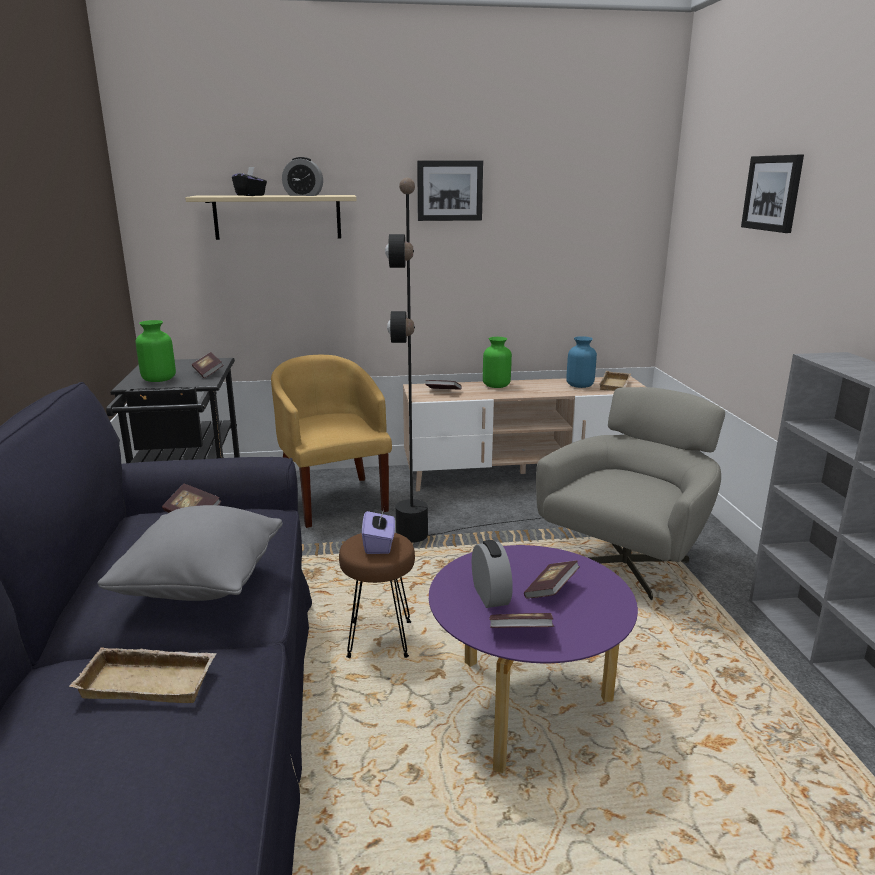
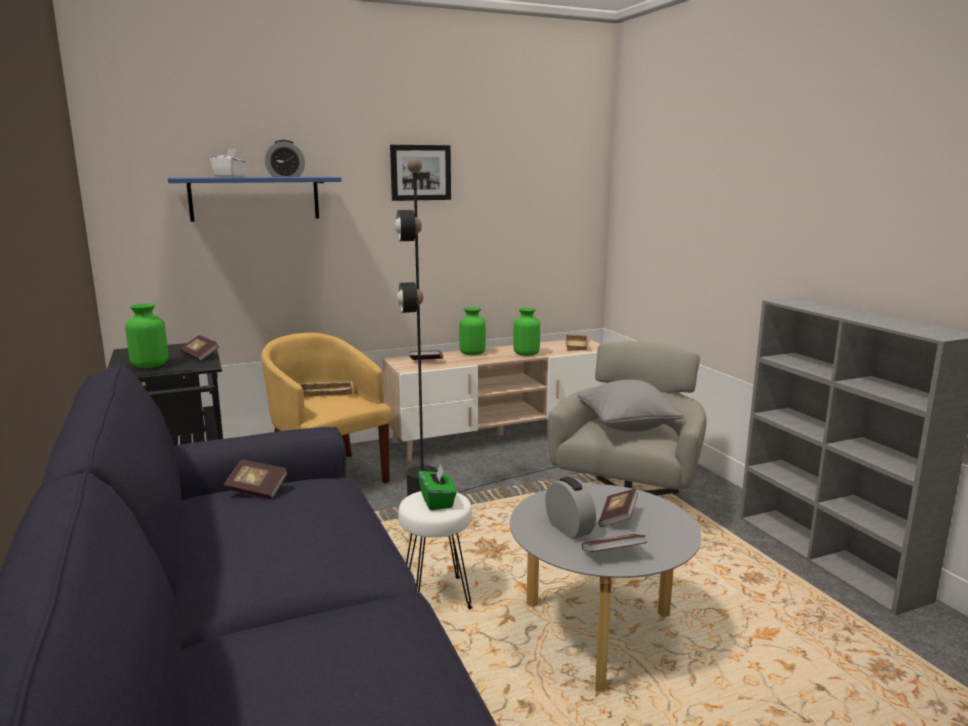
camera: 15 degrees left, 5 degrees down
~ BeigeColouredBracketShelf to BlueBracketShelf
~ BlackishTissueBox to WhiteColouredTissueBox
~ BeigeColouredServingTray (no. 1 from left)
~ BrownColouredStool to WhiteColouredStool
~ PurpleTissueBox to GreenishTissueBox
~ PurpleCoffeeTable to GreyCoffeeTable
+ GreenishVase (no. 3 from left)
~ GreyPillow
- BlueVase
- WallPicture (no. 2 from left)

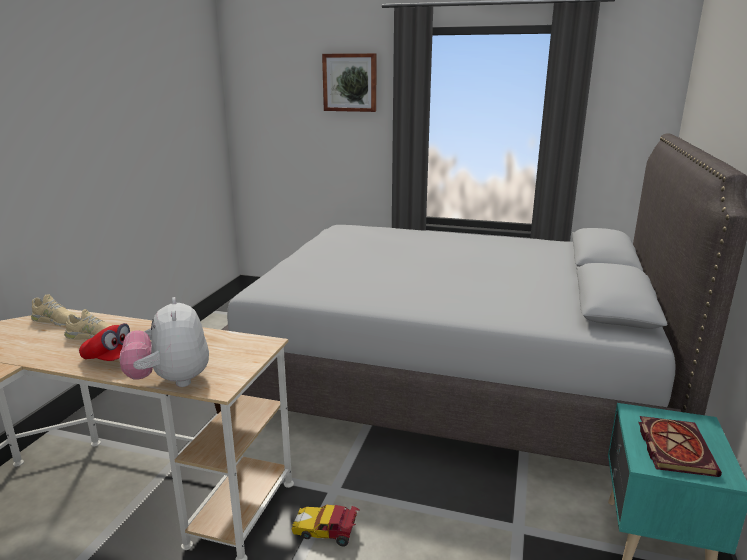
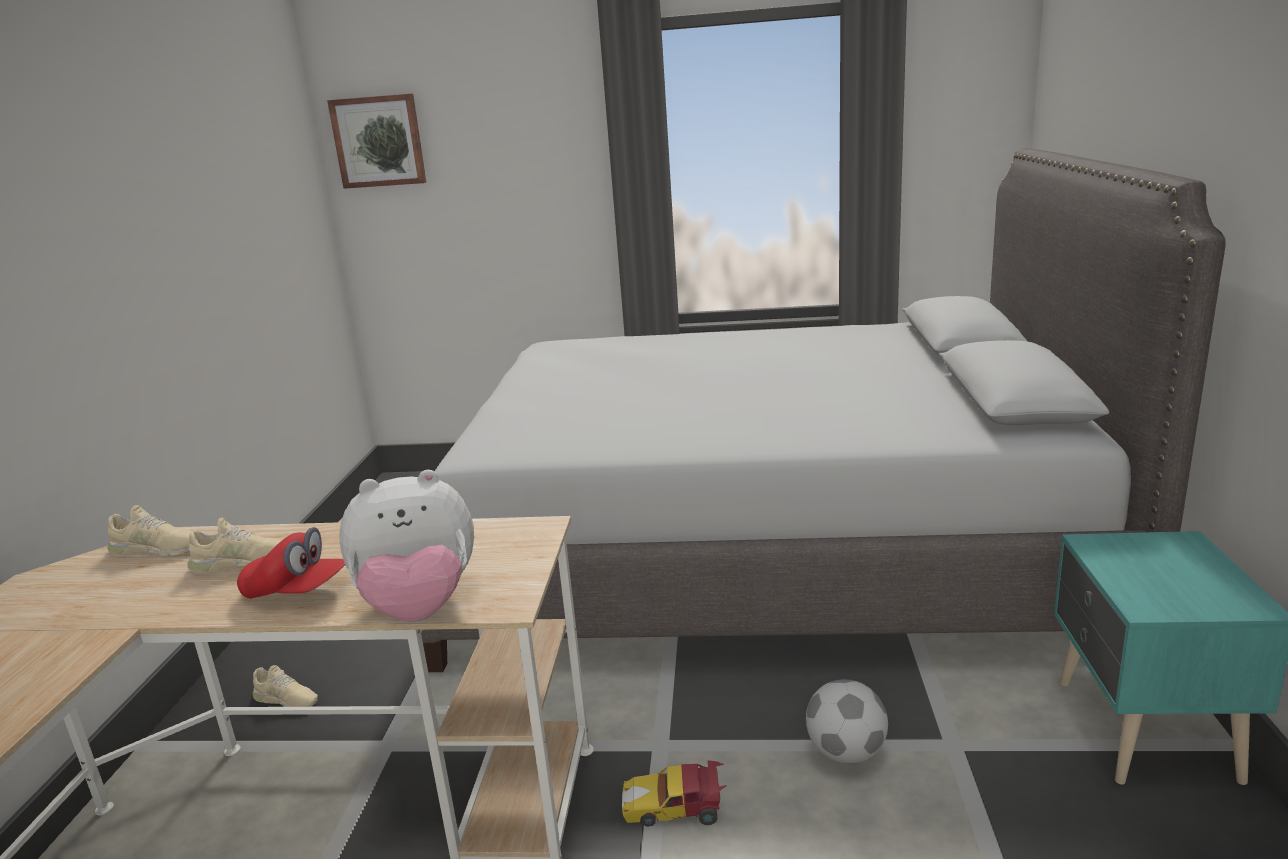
camera: 10 degrees left, 0 degrees up
+ BeigeColouredItemOfFootwear (no. 3 from left)
~ WallPicture
~ PlushToy 75 degrees counterclockwise
+ Football
- BoundBook

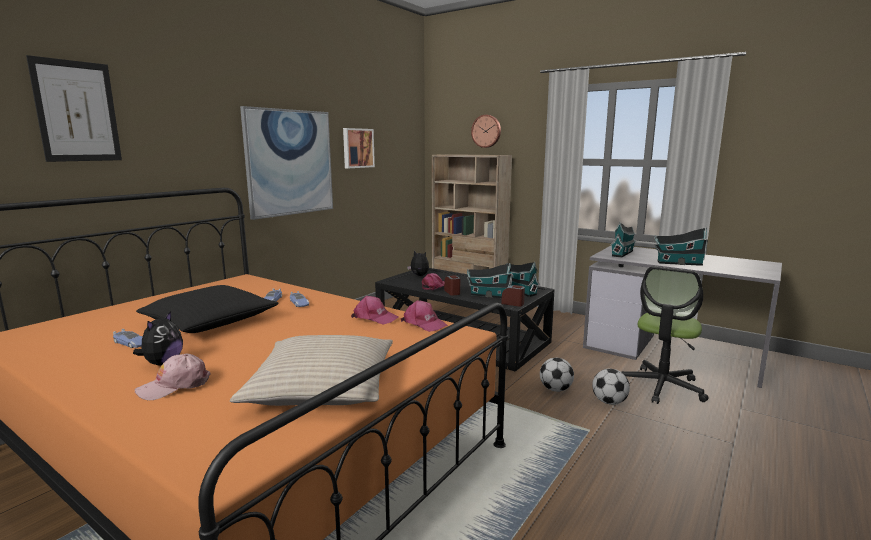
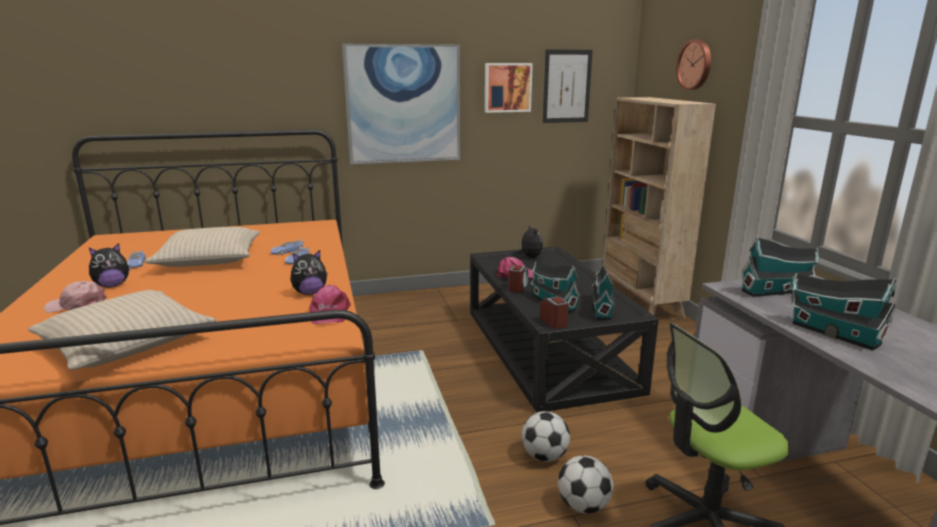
camera: 40 degrees right, 5 degrees up
~ BlackishPillow to BeigeColouredPillow (no. 2 from left)
~ PinkColouredCap (no. 2 from left) to PlushToy (no. 2 from left)
~ WallPicture (no. 1 from left in the first image) to WallPicture (no. 3 from left)

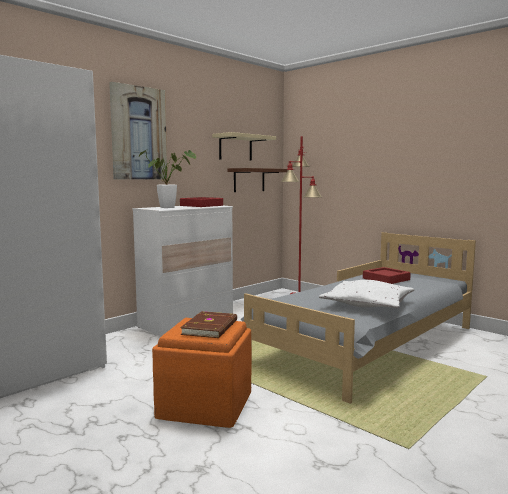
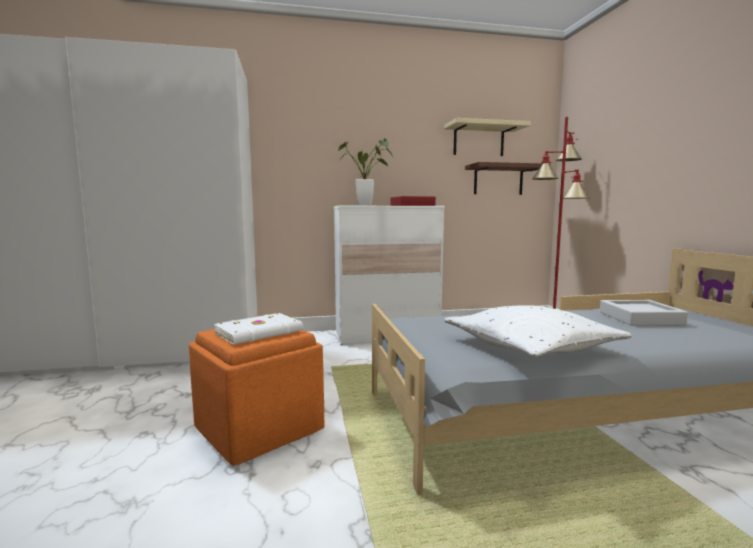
camera: 35 degrees right, 0 degrees up
~ BrownColouredBoundBook to WhiteColouredBoundBook
~ RedColouredServingTray (no. 2 from left) to GreyServingTray
- WallPicture

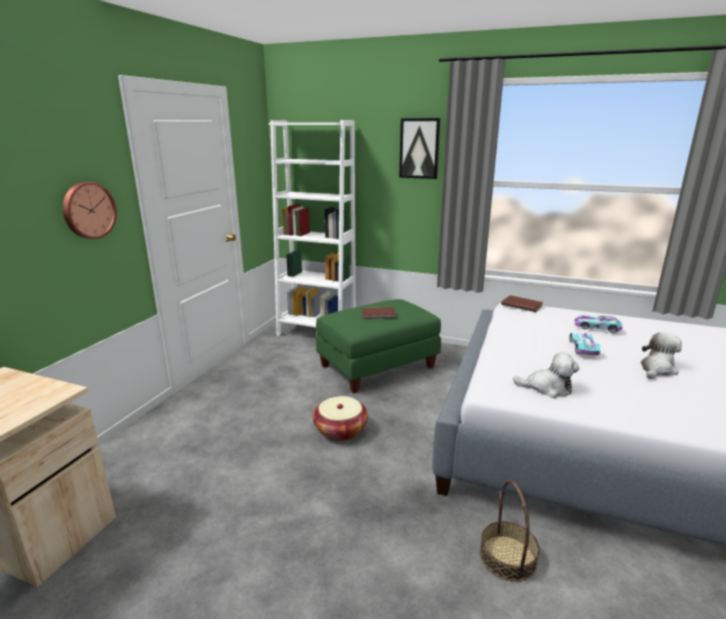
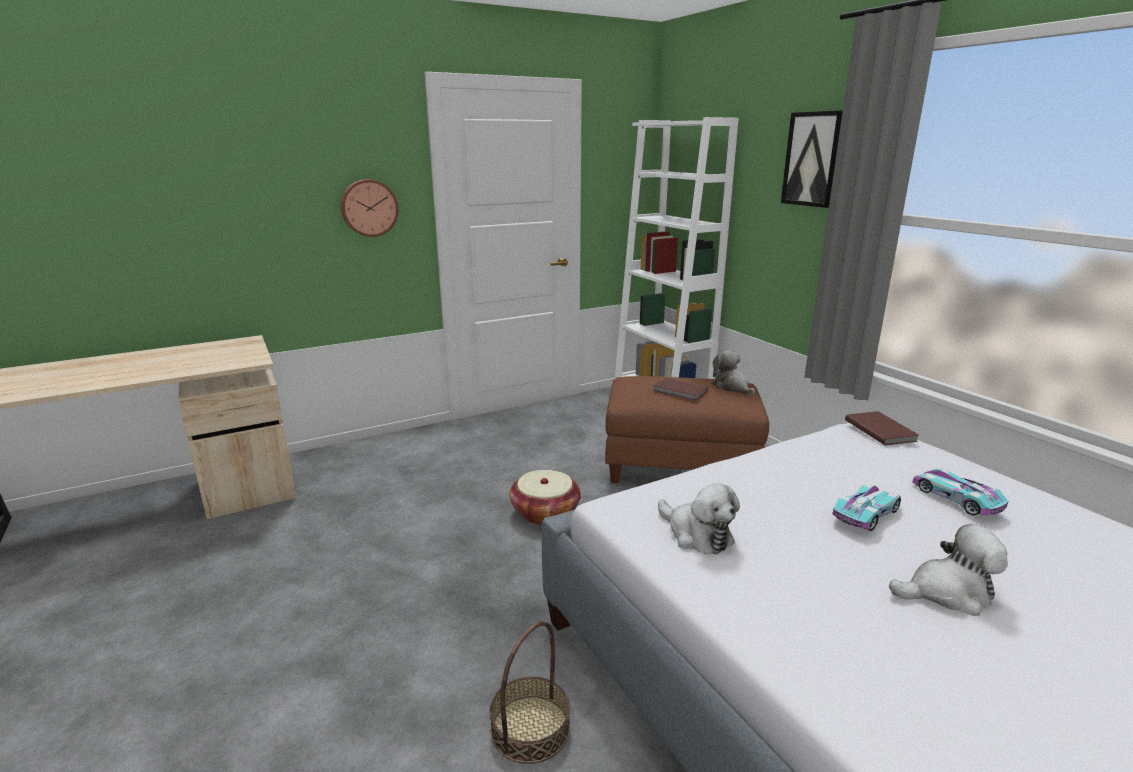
camera: 40 degrees right, 0 degrees up
~ GreenishFootrest to BrownColouredFootrest
+ PlushToy (no. 2 from left)

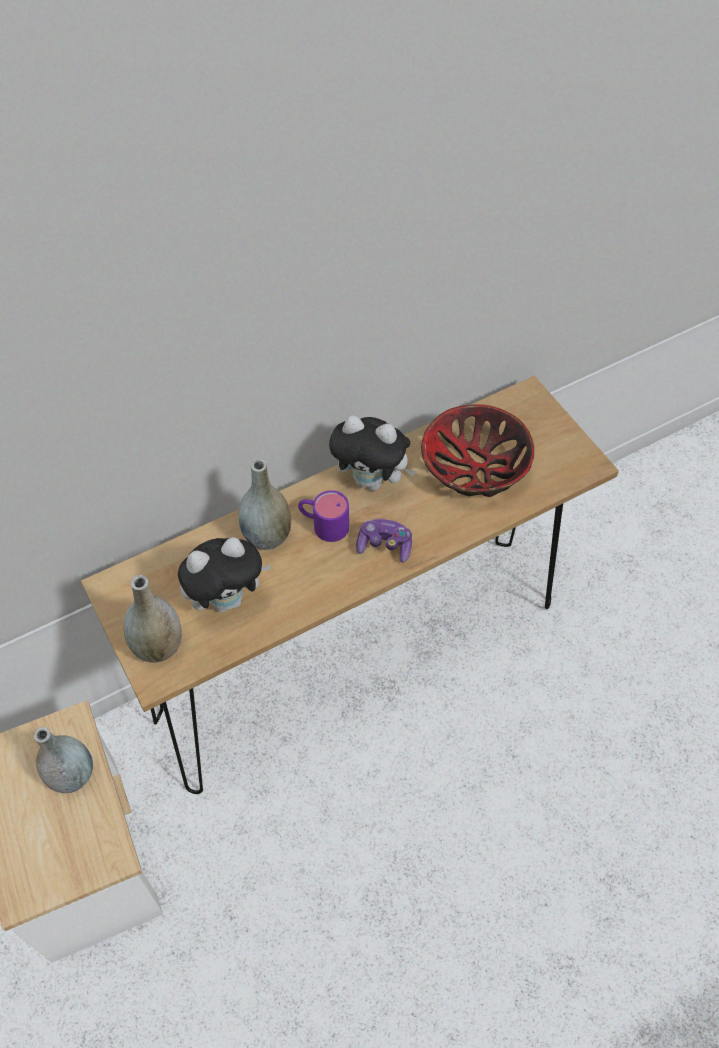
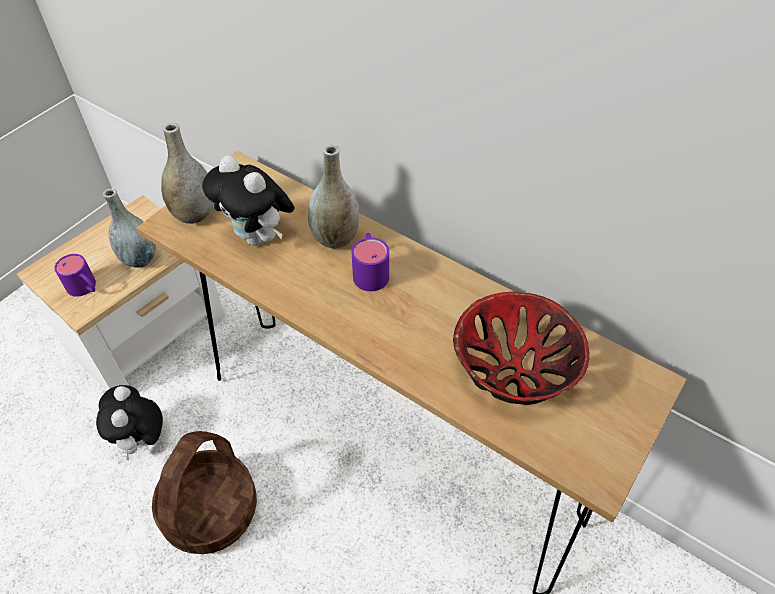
camera: 65 degrees right, 5 degrees down
+ PurpleTeaMug (no. 1 from left)
~ PlushToy (no. 2 from left in the first image) to PlushToy (no. 1 from left)
+ Basket
- Joypad

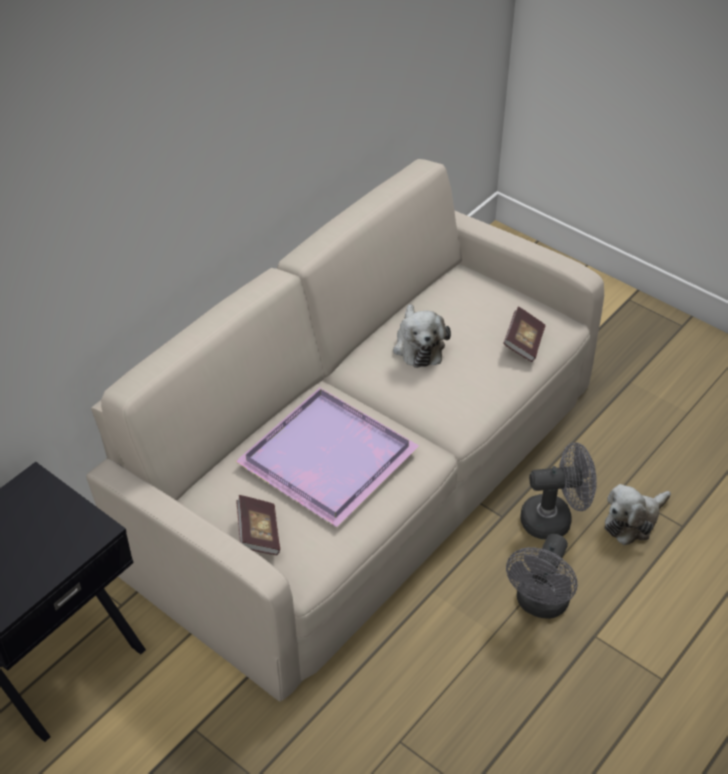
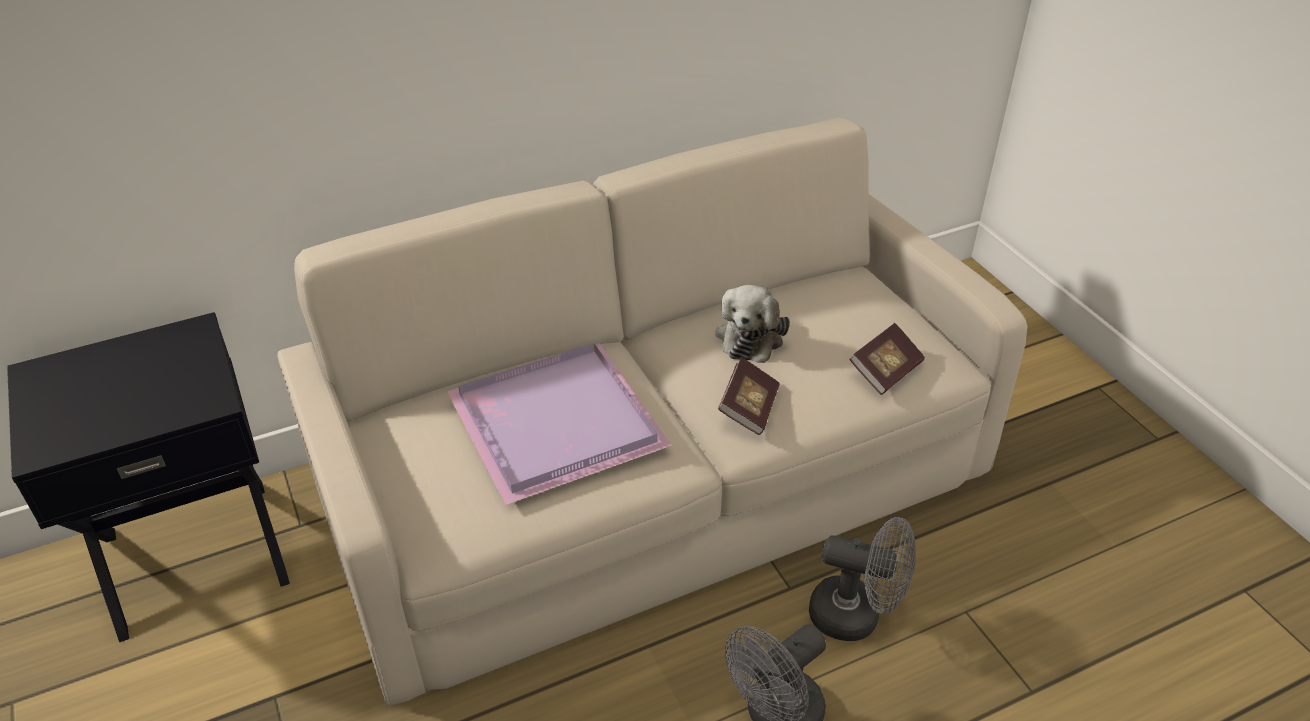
camera: 25 degrees right, 5 degrees down
~ BoundBook (no. 1 from left)
- PlushToy (no. 2 from left)

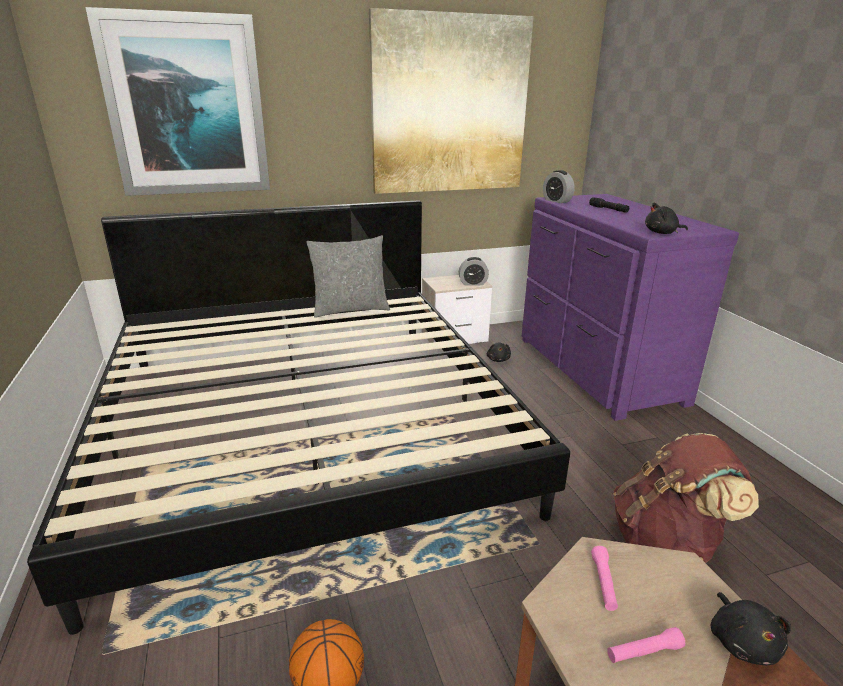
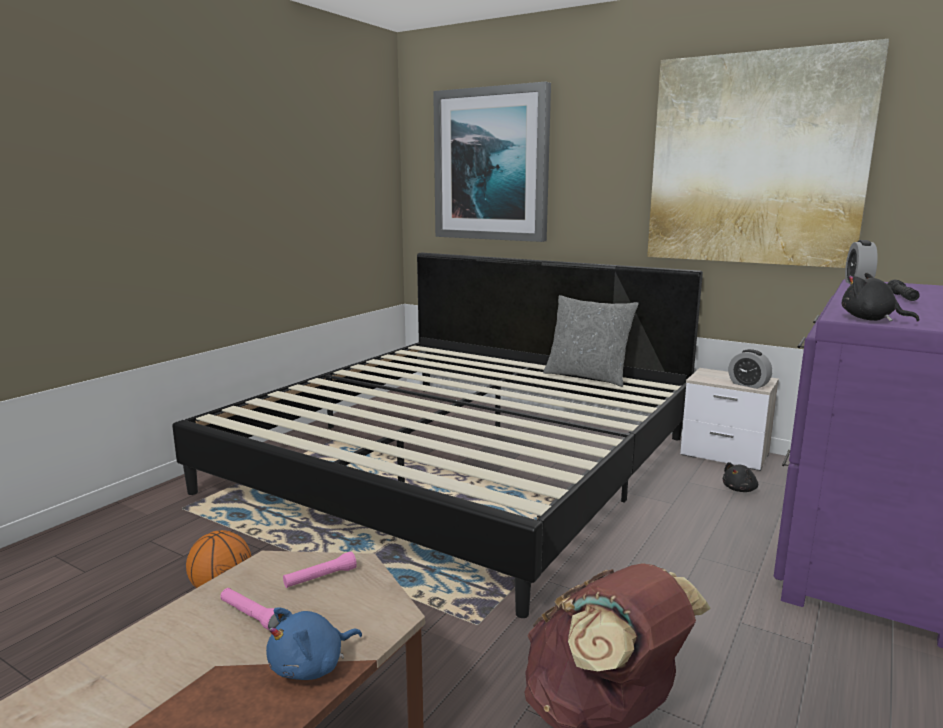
camera: 50 degrees right, 10 degrees down
~ BlackishPlushToy (no. 3 from left) to BluePlushToy

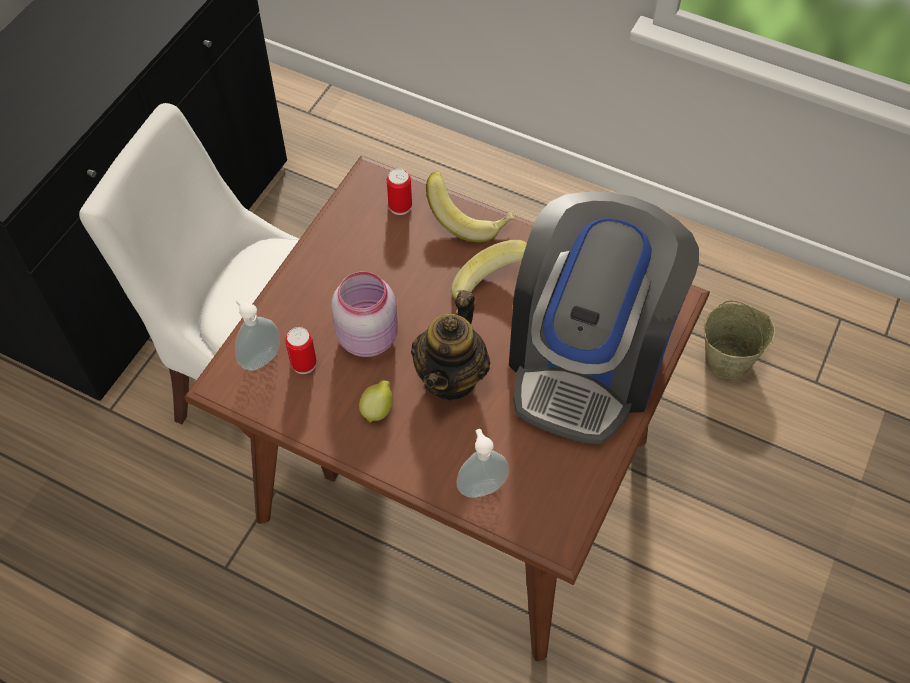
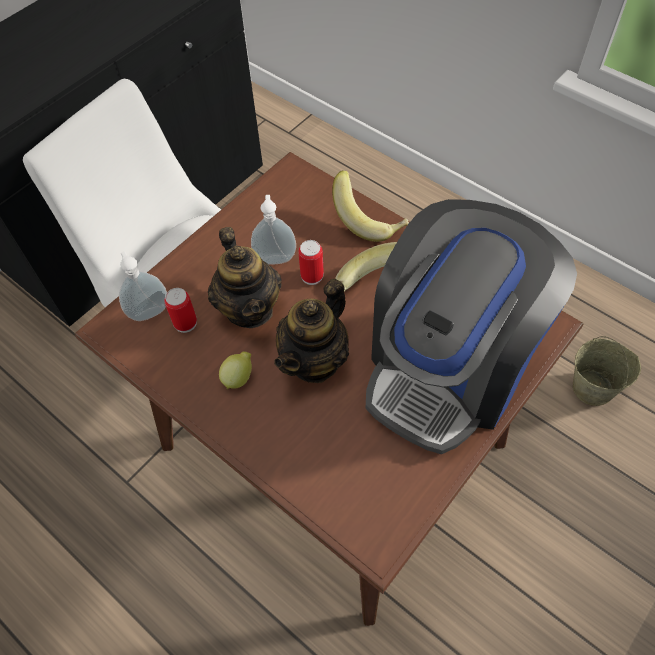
camera: 15 degrees right, 0 degrees up
~ PinkColouredJar to PotForTea (no. 1 from left)
~ LiquidSoapBottle (no. 2 from left)
~ MetalCan (no. 2 from left)

